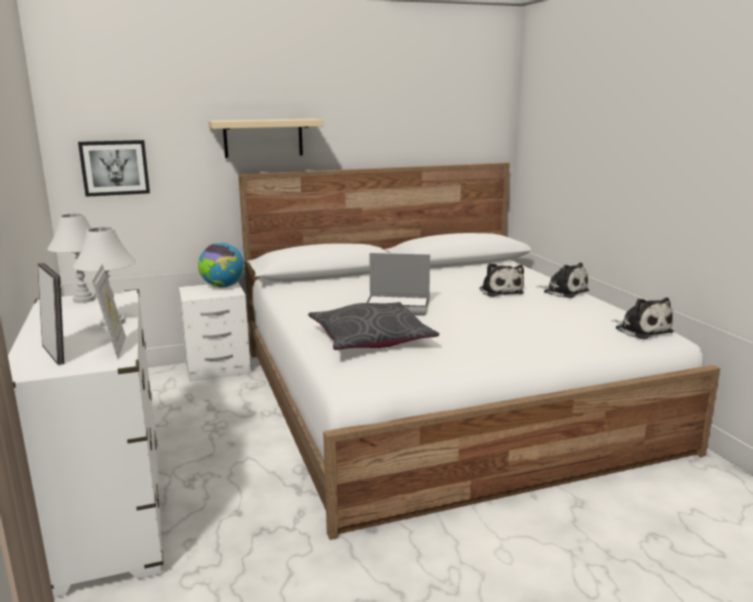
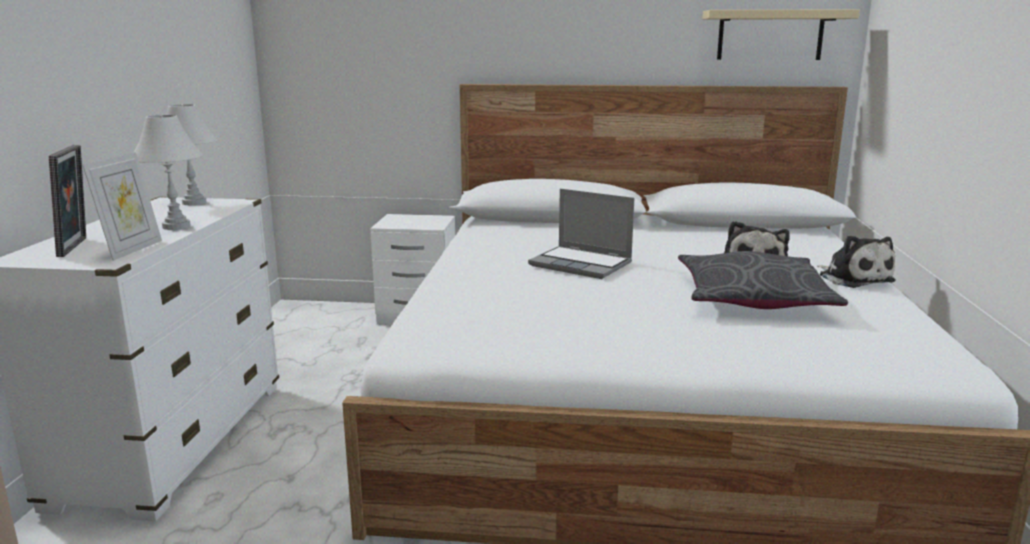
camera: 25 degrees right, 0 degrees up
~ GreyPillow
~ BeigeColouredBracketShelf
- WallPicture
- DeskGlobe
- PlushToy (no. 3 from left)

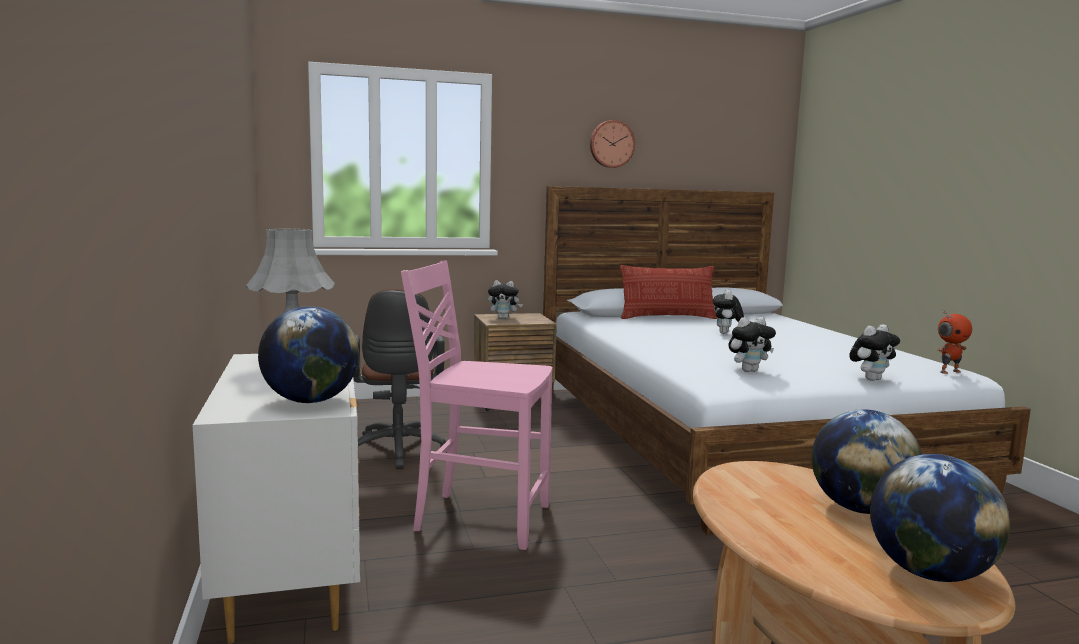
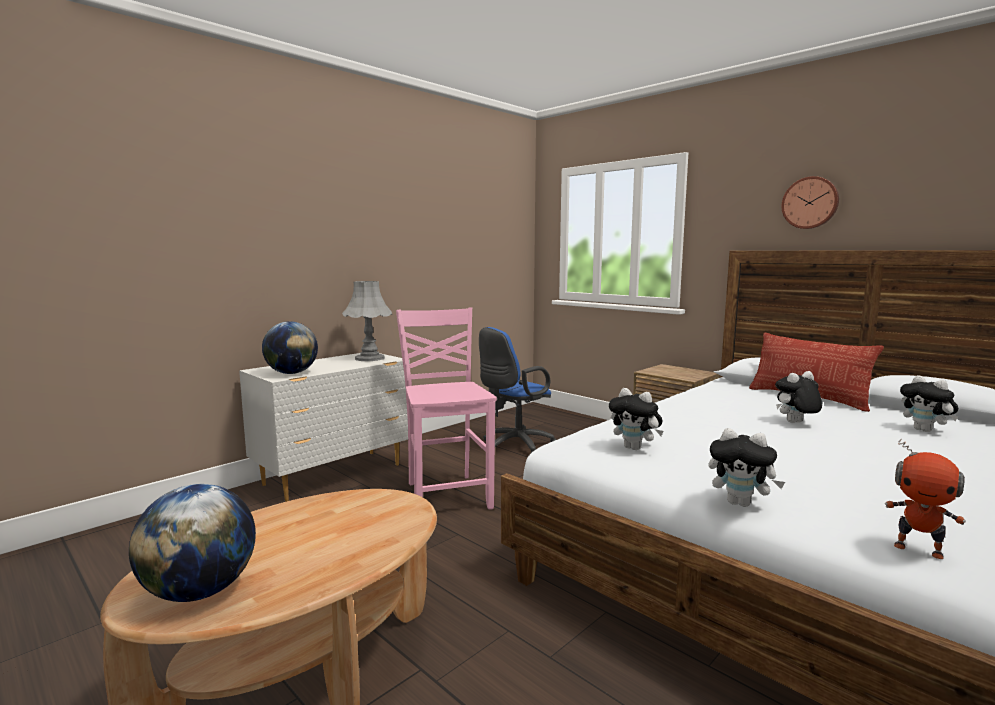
camera: 60 degrees right, 0 degrees up
~ BrownColouredComputerChair to BlueComputerChair
~ PlushToy (no. 1 from left in the first image) to PlushToy (no. 4 from left)
- DeskGlobe (no. 2 from left)

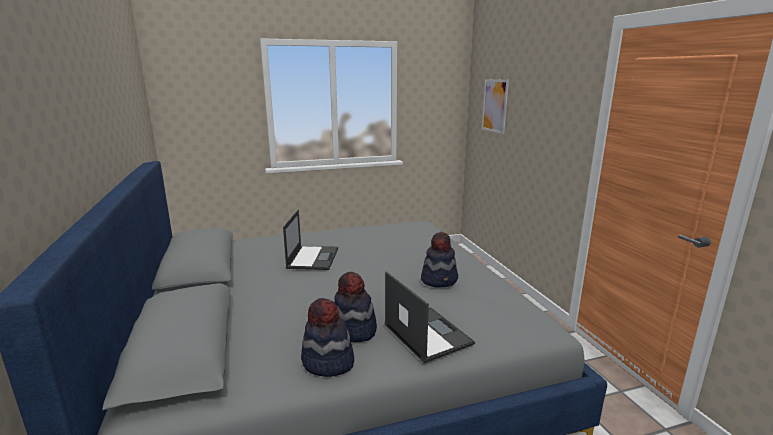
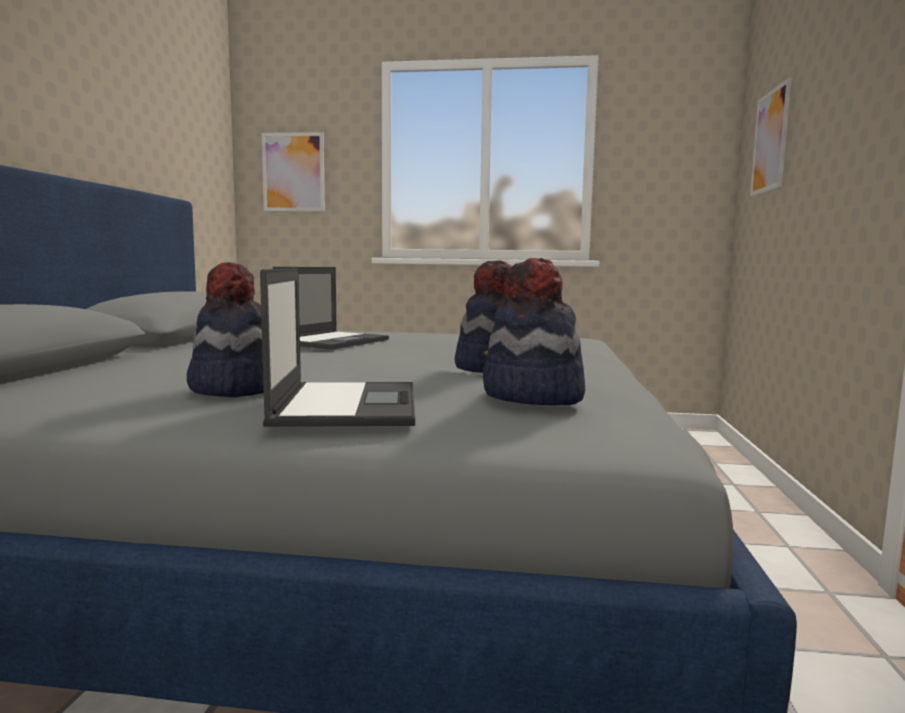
camera: 25 degrees right, 10 degrees down
+ WallPicture (no. 1 from left)
~ ClothingHat (no. 1 from left in the first image) to ClothingHat (no. 3 from left)

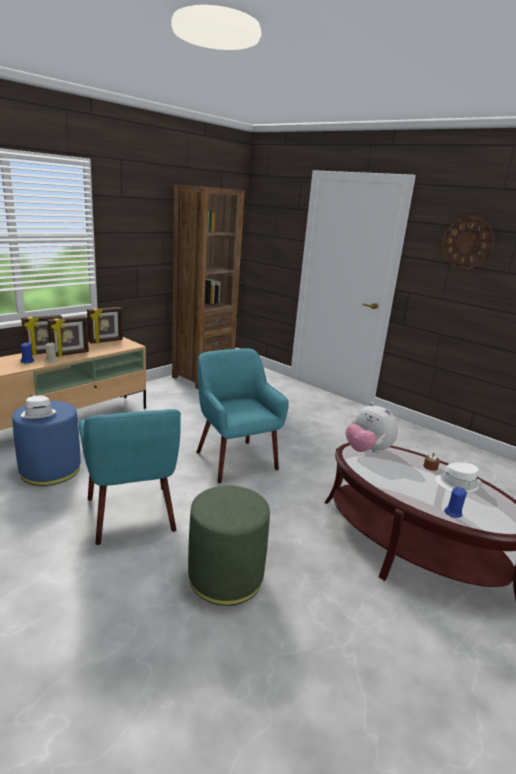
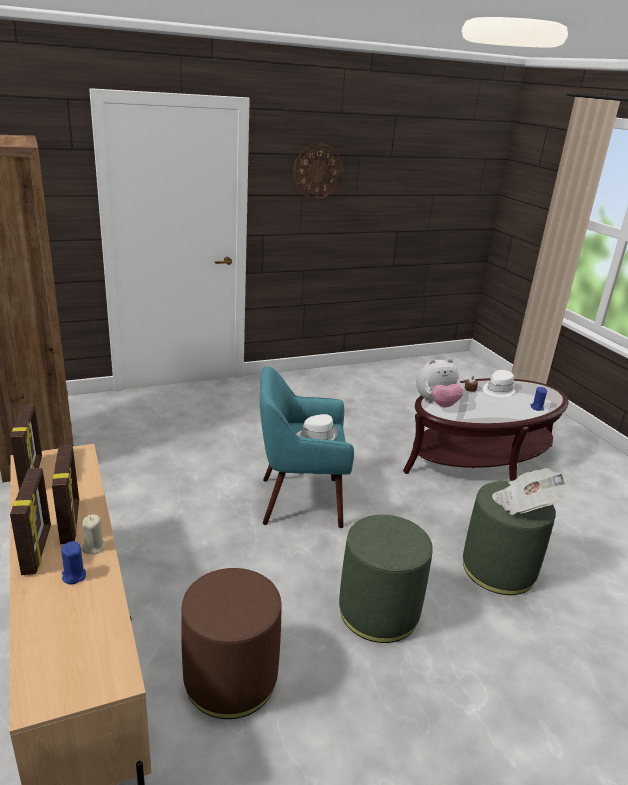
camera: 65 degrees left, 5 degrees up
~ BlueFootrest to BrownColouredFootrest
~ WhiteColouredClothingHat (no. 1 from left)
~ TurquoiseColouredEasyChair (no. 1 from left) to GreenishFootrest (no. 1 from left)
+ DailyPaper

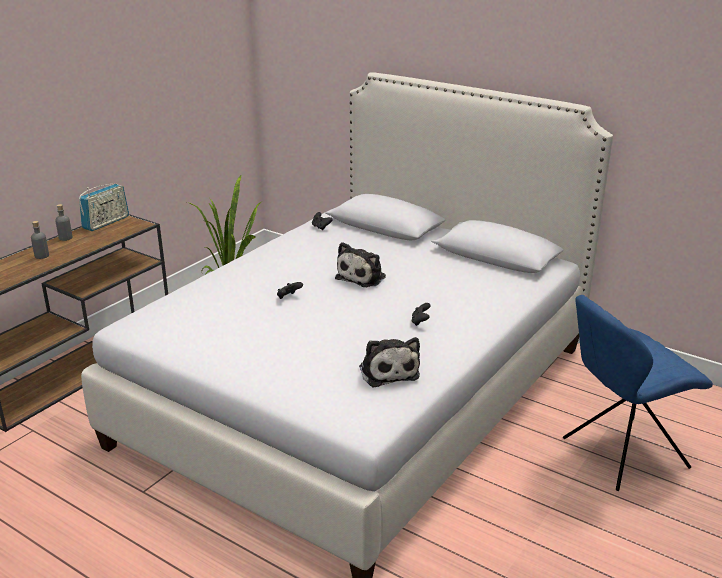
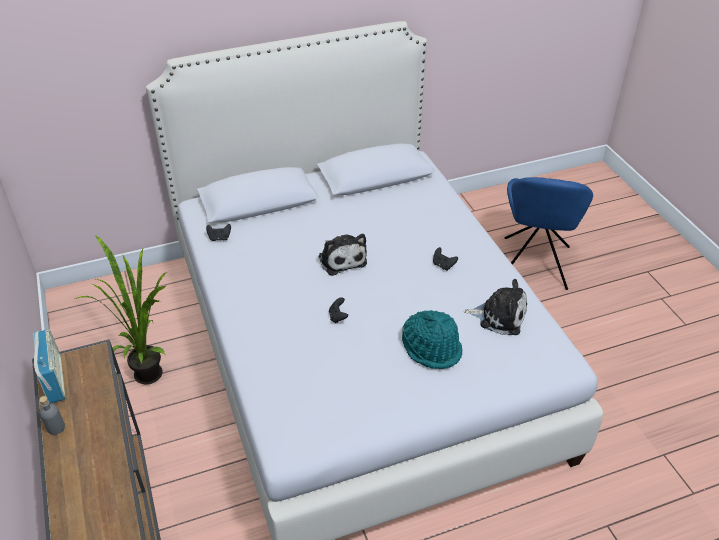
camera: 55 degrees left, 15 degrees up
+ TurquoiseColouredClothingHat
- GreyBeverageBottle (no. 1 from left)

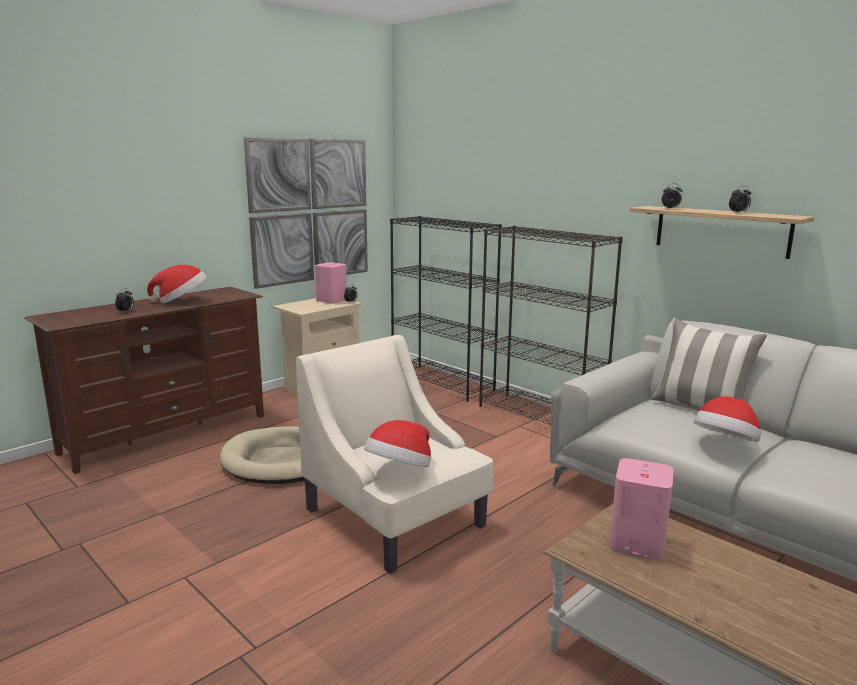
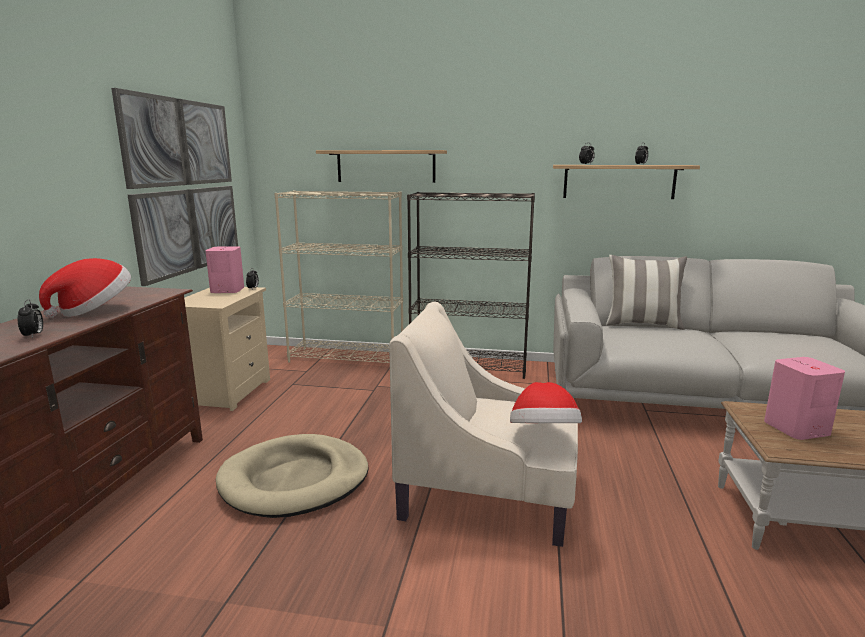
camera: 35 degrees left, 0 degrees up
~ BlackishShelvingUnit (no. 1 from left) to BeigeColouredShelvingUnit
+ BracketShelf (no. 1 from left)
- ClothingHat (no. 3 from left)

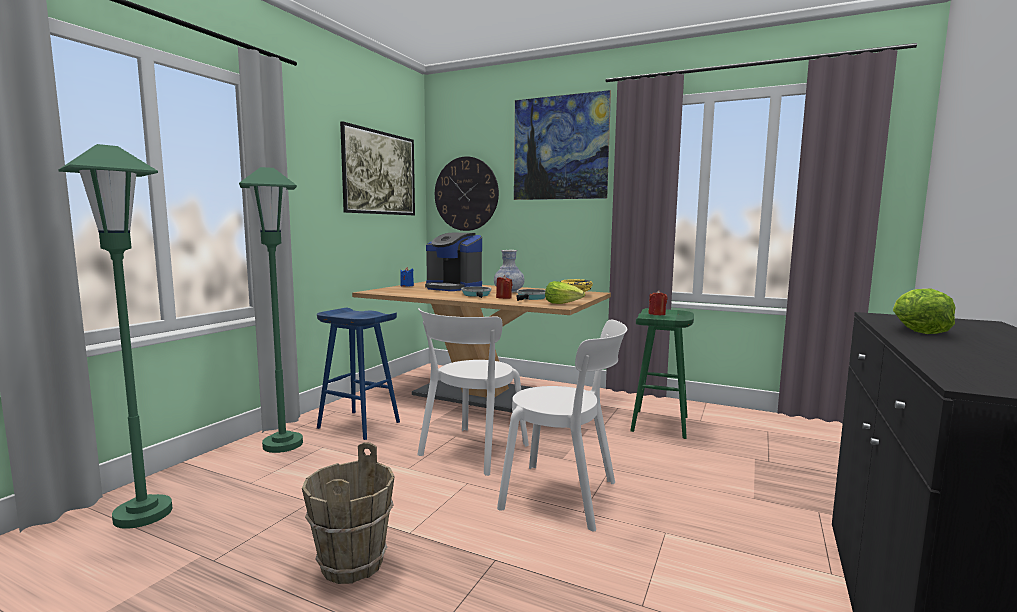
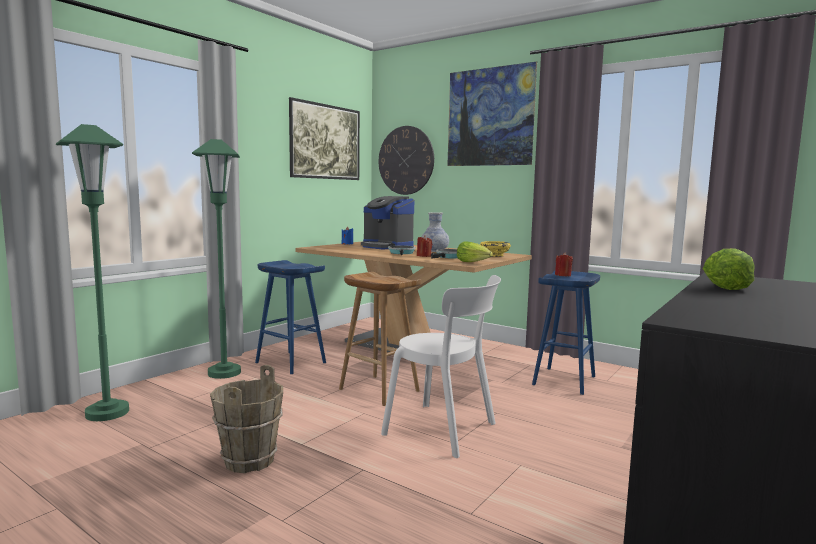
camera: 10 degrees right, 0 degrees up
~ WhiteColouredUprightChair (no. 1 from left) to BrownColouredStool
~ GreenishStool to BlueStool (no. 2 from left)

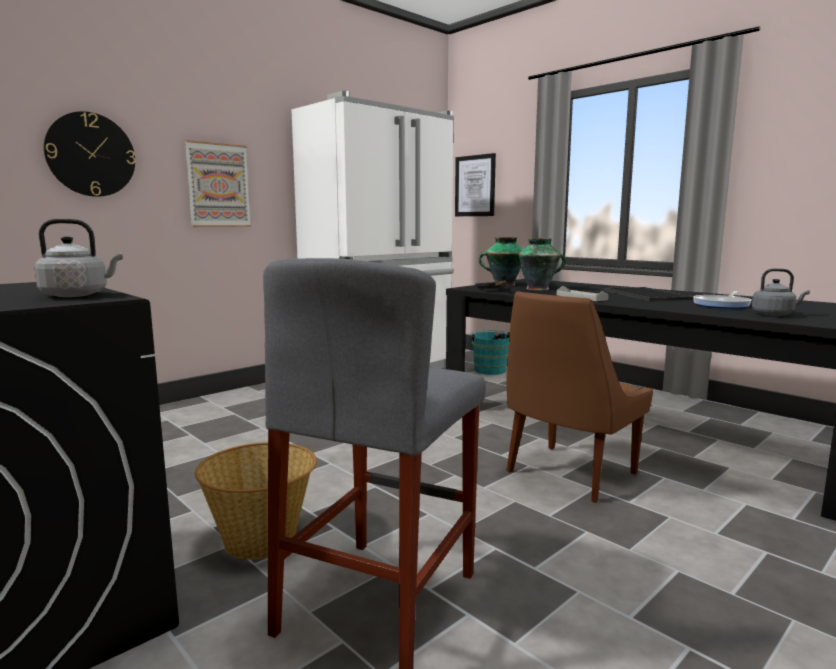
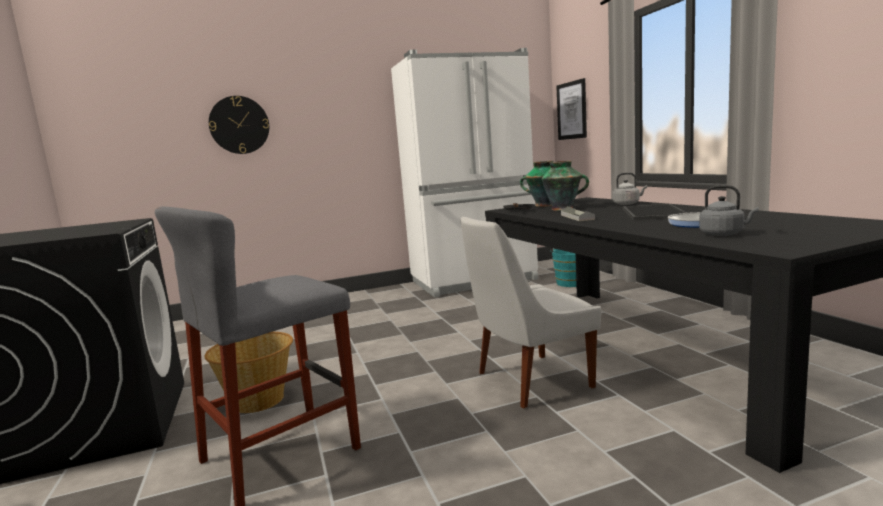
camera: 25 degrees right, 0 degrees up
~ BrownColouredUprightChair to WhiteColouredUprightChair
~ GreyTeaKettle (no. 1 from left)
- WallPicture (no. 1 from left)

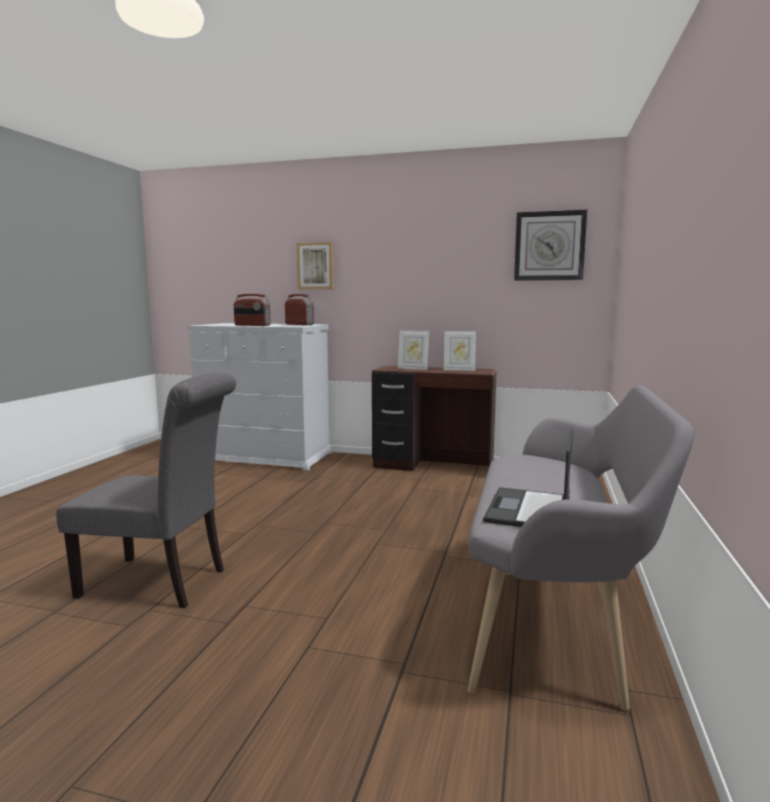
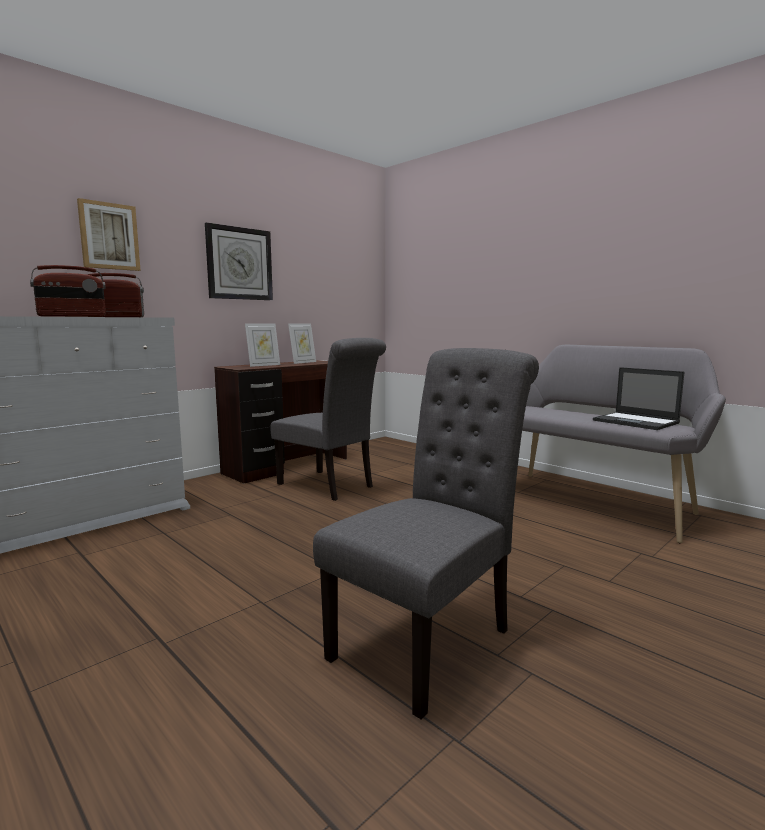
camera: 60 degrees left, 0 degrees up
~ WallClock
+ GreyUprightChair (no. 1 from left)

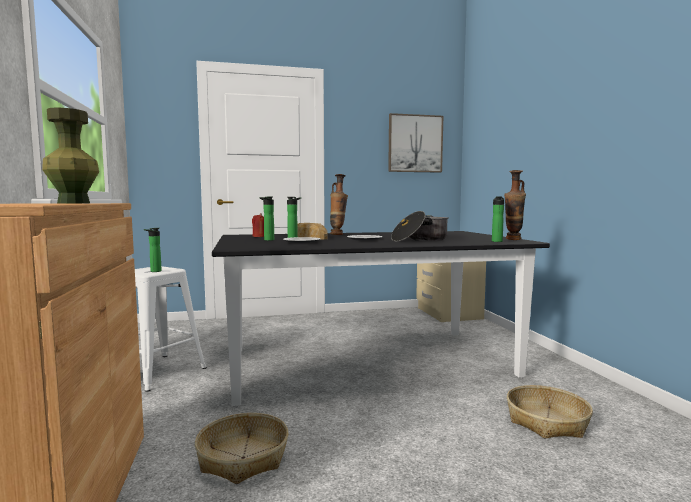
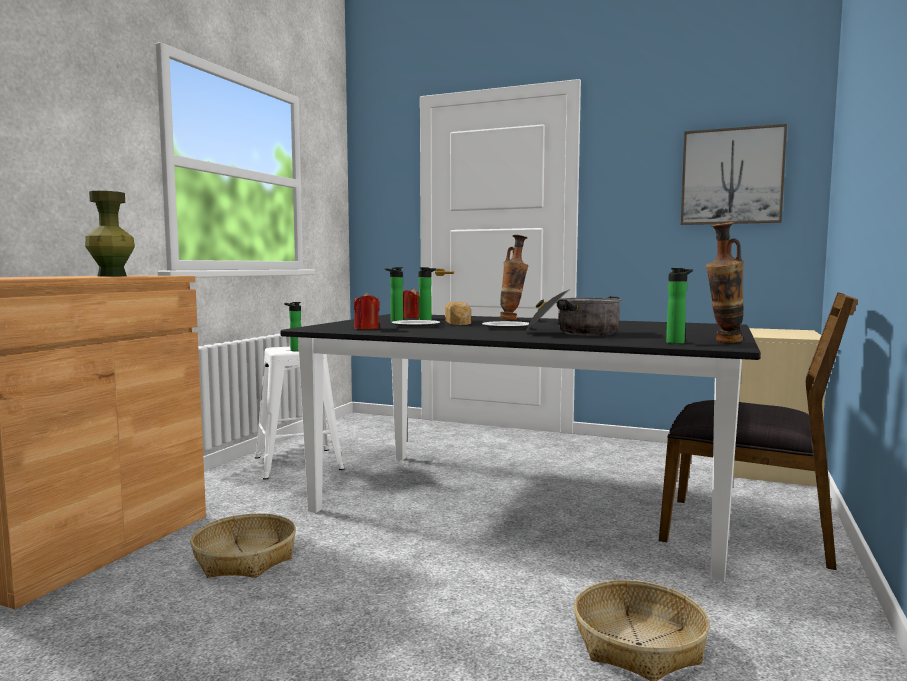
camera: 35 degrees right, 0 degrees up
+ RedColouredWaxLight (no. 1 from left)
+ BrownColouredUprightChair

